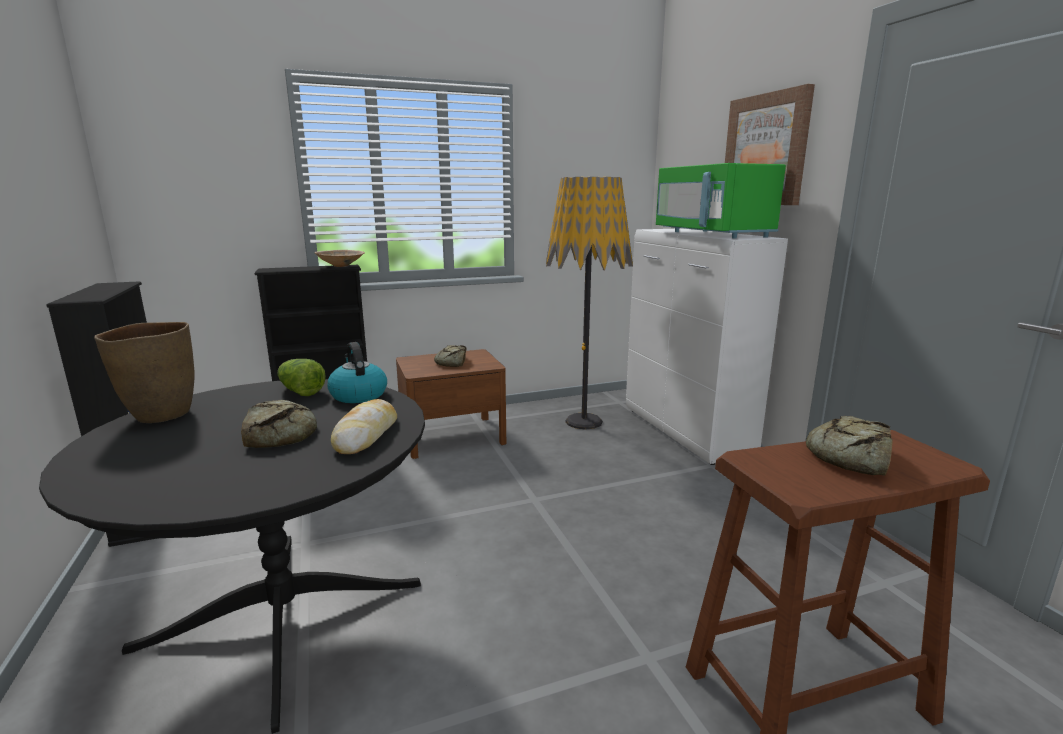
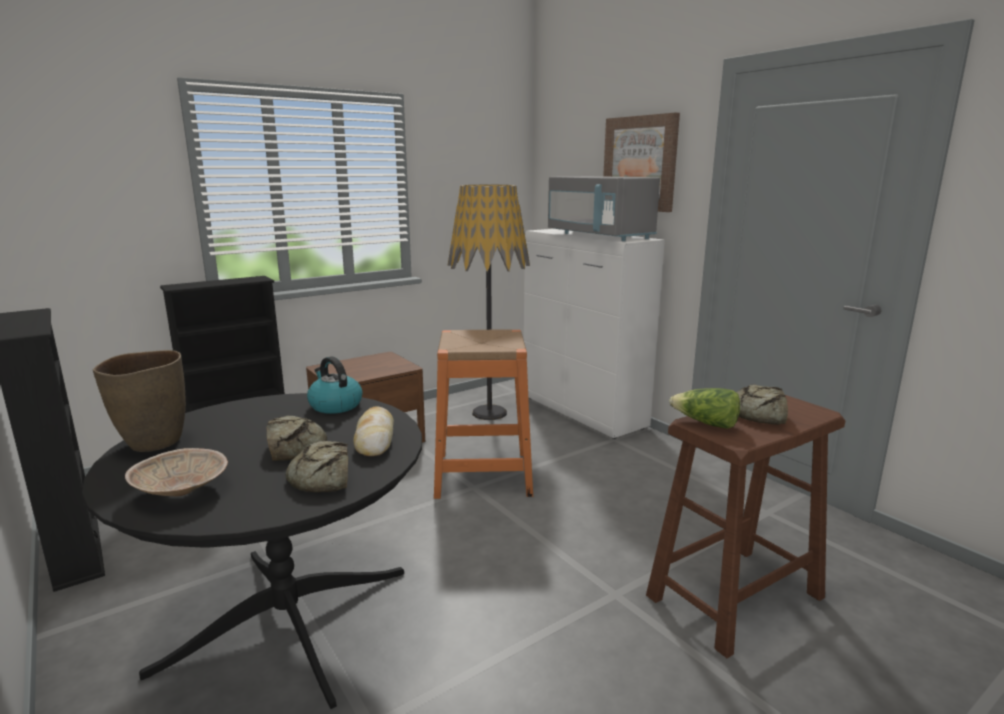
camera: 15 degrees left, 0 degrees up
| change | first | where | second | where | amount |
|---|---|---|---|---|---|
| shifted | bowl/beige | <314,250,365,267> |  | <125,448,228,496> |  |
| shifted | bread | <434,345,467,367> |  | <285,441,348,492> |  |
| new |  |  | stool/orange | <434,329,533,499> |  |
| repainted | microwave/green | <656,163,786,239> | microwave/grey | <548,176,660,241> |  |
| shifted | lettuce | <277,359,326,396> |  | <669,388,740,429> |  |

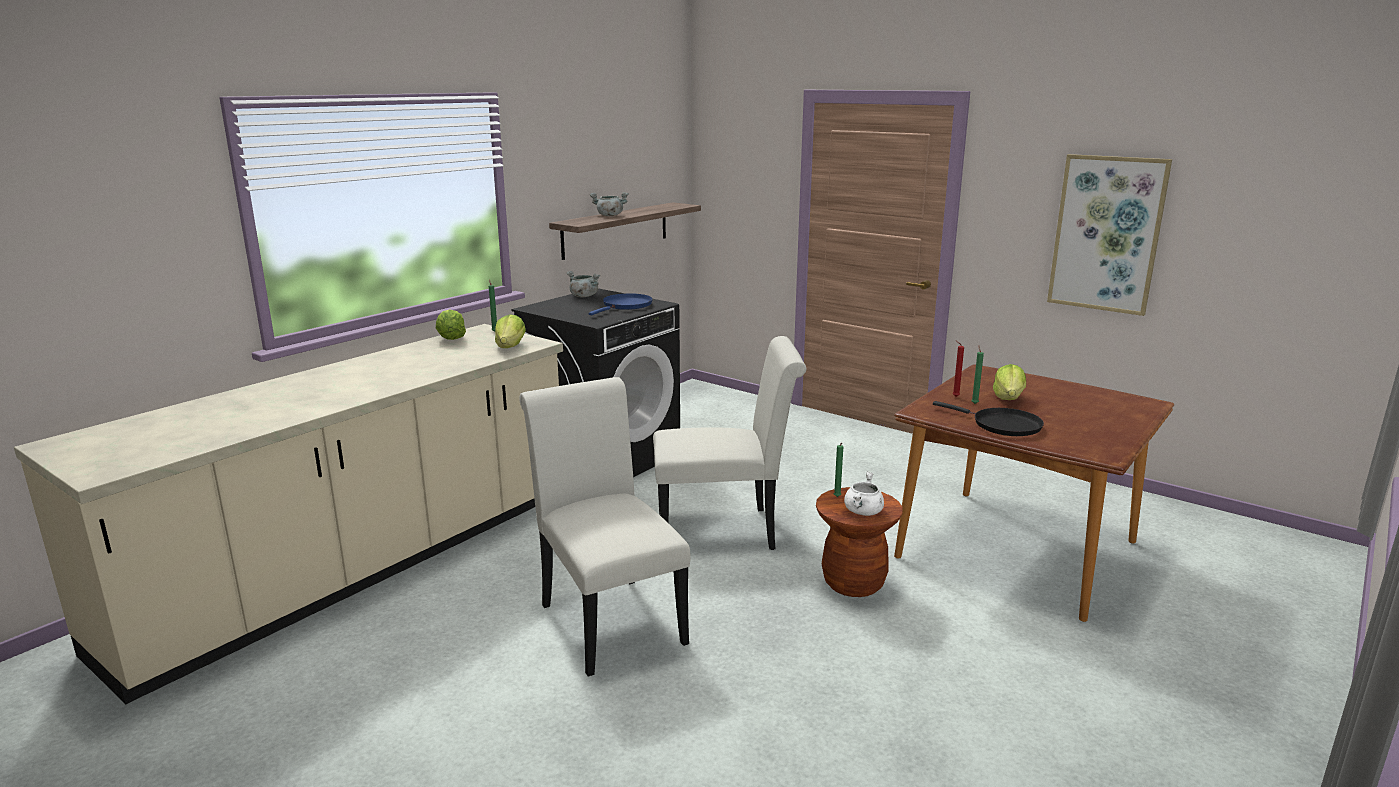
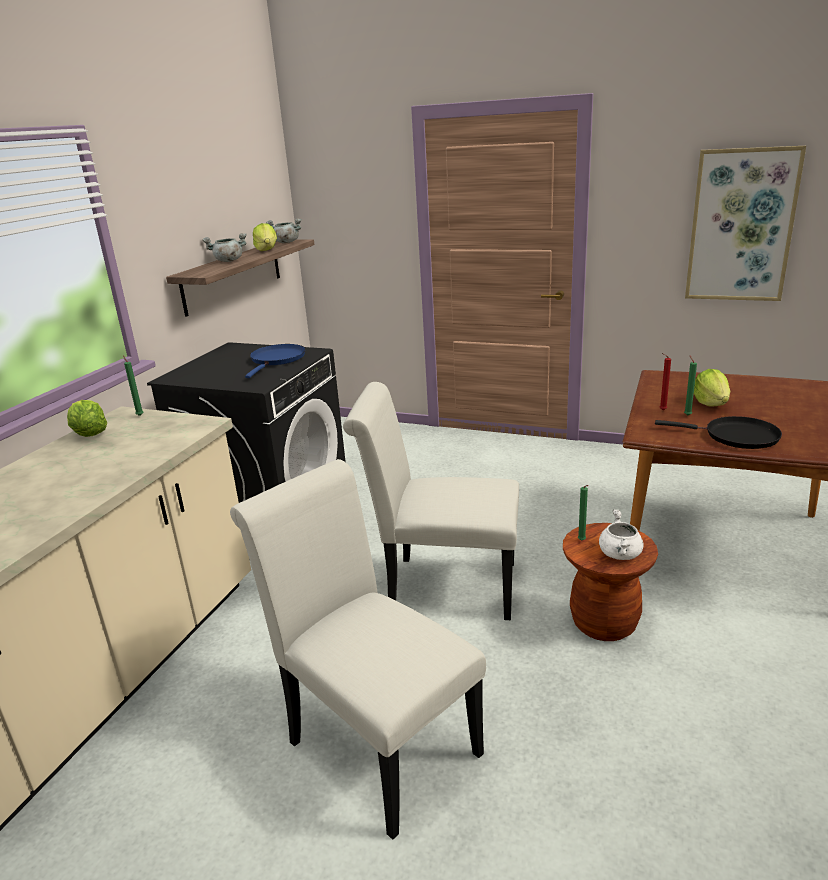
camera: 15 degrees left, 5 degrees up
| change | first | where | second | where | amount |
|---|---|---|---|---|---|
| shifted | lettuce | <495,314,526,348> |  | <253,223,277,251> |  |
| shifted | cooking pot/grey | <567,271,600,297> |  | <266,218,302,243> |  |
| rotated | chair/white | <653,336,806,550> |  | <343,382,519,620> | 150 degrees counterclockwise |

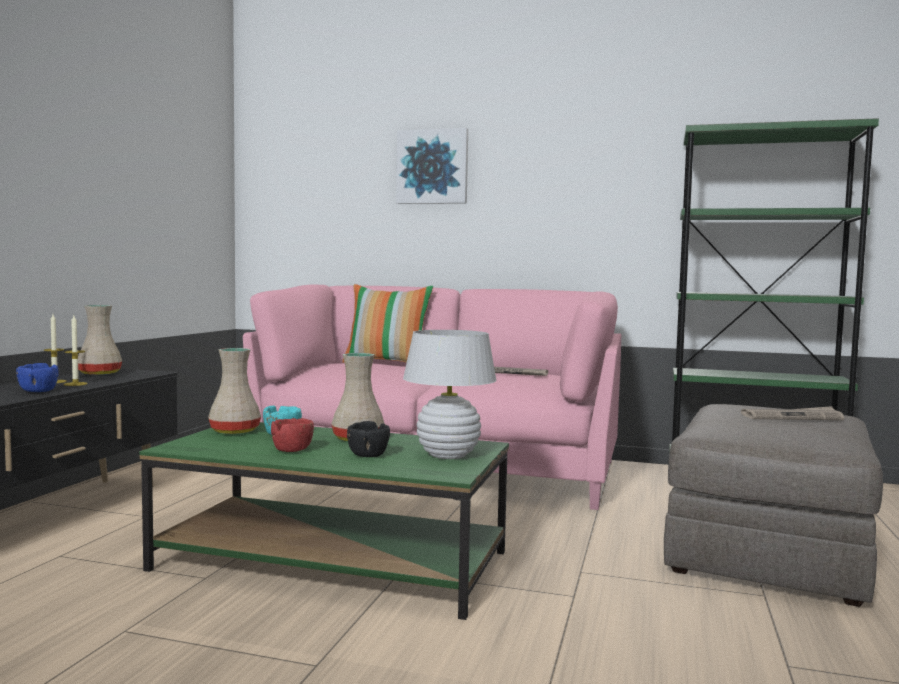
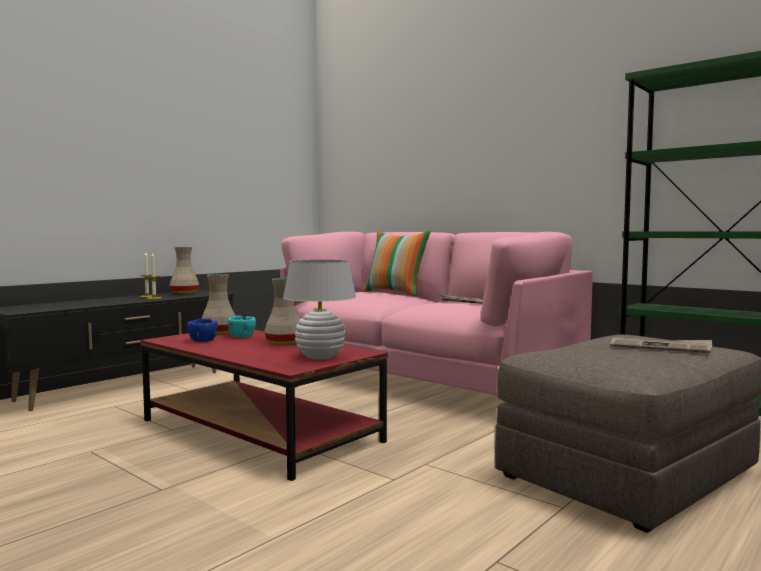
camera: 25 degrees right, 0 degrees up
| change | first | where | second | where | amount |
|---|---|---|---|---|---|
| repainted | coffee table/green | <139,422,509,620> | coffee table/red | <141,330,388,481> |  |
| shifted | bowl/blue | <16,363,59,392> |  | <187,318,218,342> |  |
| gone | bowl/red | <271,418,314,452> |  |  |  |
| gone | bowl/black | <347,421,390,457> |  |  |  |
| gone | picture | <396,128,468,204> |  |  |  |

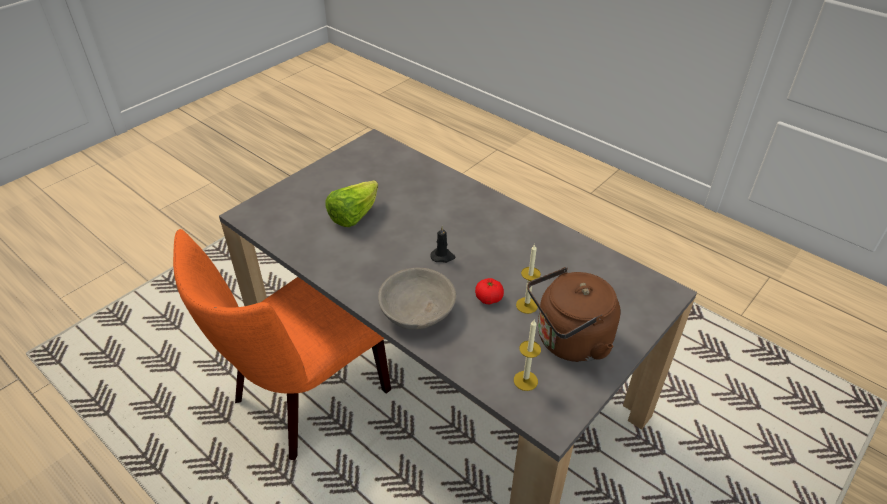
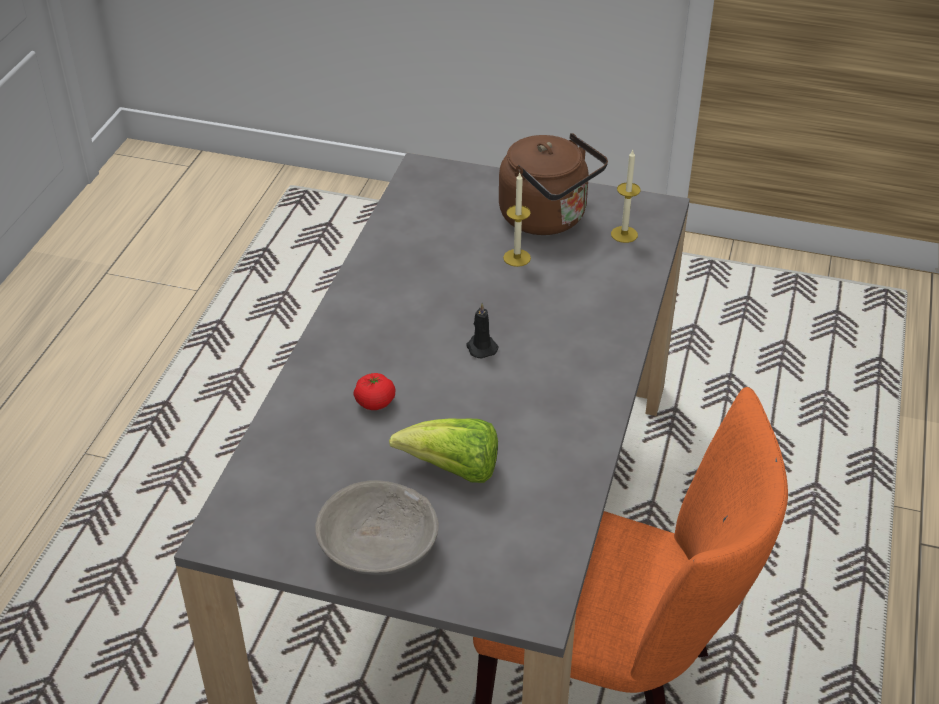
camera: 115 degrees left, 0 degrees up
| change | first | where | second | where | amount |
|---|---|---|---|---|---|
| shifted | bowl/grey | <378,268,456,330> |  | <315,480,439,575> |  |
| shifted | tomato | <475,278,504,304> |  | <353,373,395,410> |  |

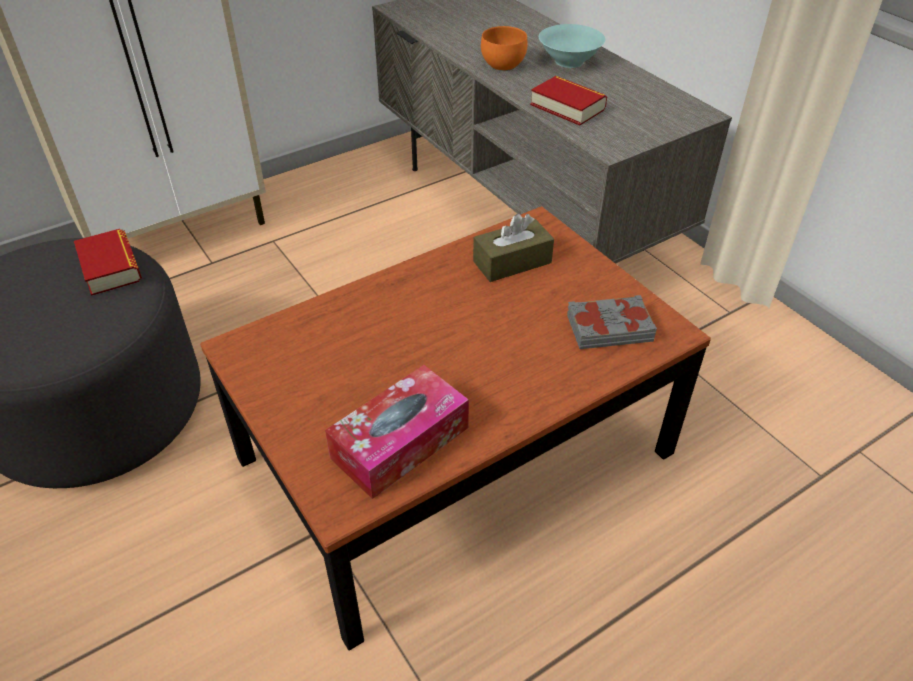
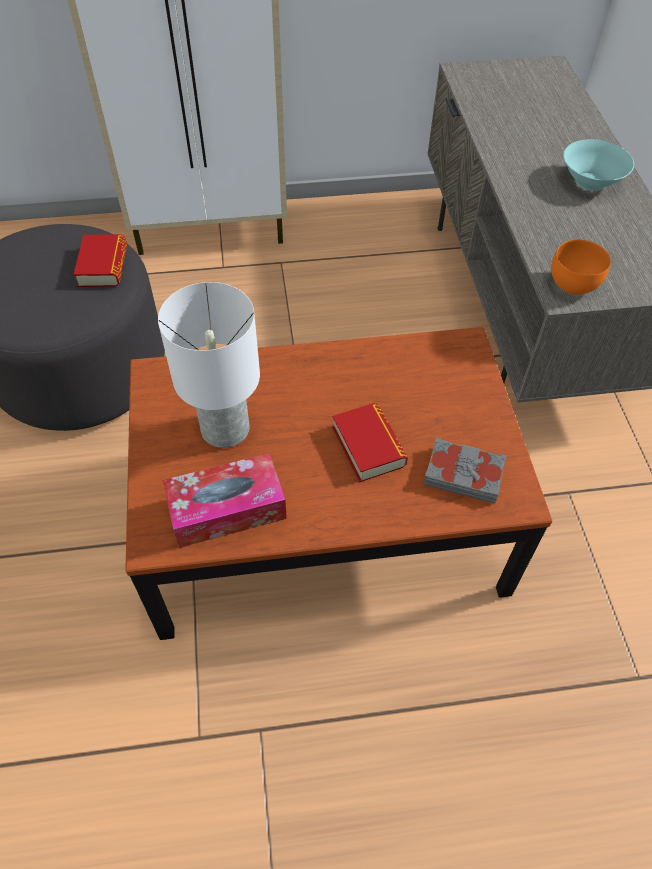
camera: 25 degrees right, 10 degrees up
| change | first | where | second | where | amount |
|---|---|---|---|---|---|
| new |  |  | table lamp/white | <158,282,260,448> |  |
| shifted | book | <530,76,607,126> |  | <332,403,408,482> |  |
| shifted | bowl/orange | <481,26,527,71> |  | <551,239,611,295> |  |
| gone | tissue box/brown | <473,214,554,282> |  |  |  |

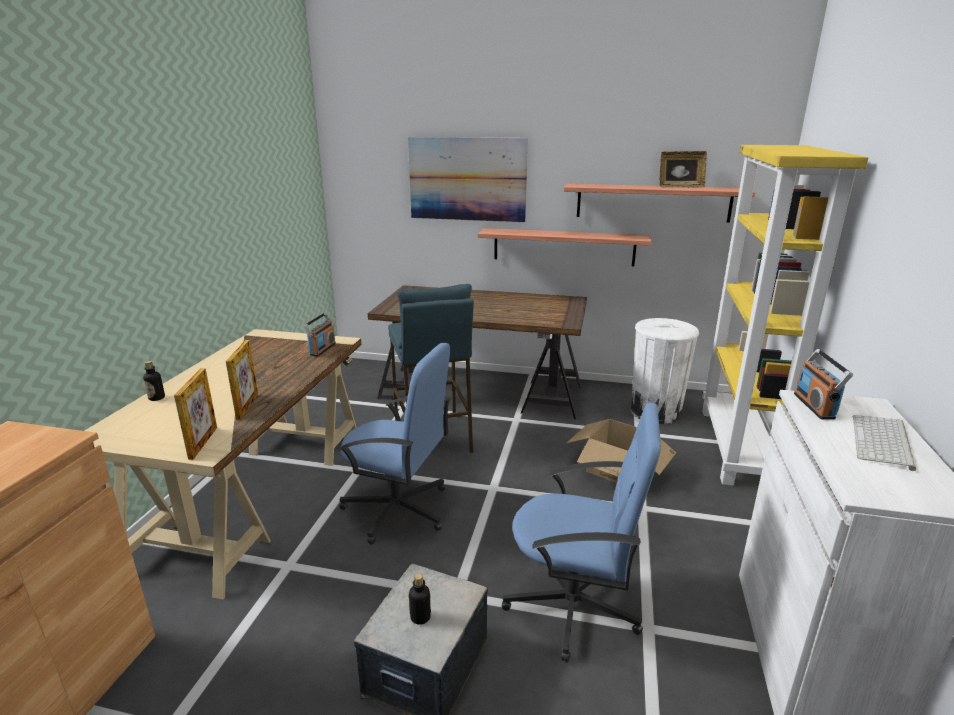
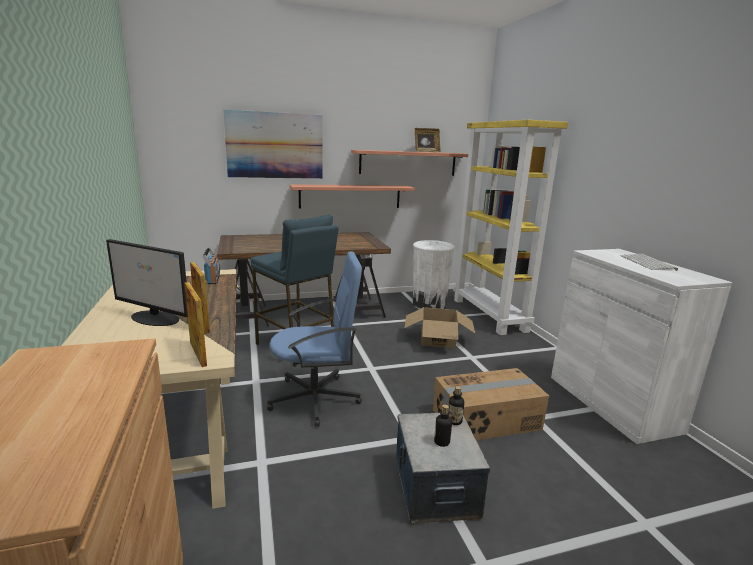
camera: 30 degrees left, 5 degrees down
| change | first | where | second | where | amount |
|---|---|---|---|---|---|
| new |  |  | monitor | <106,239,188,326> |  |
| swapped | office chair/blue | <502,403,661,663> | cardboard box | <433,368,549,440> |  |
| shifted | bottle | <143,361,165,401> |  | <449,386,464,425> |  |
| gone | radio | <794,349,853,420> |  |  |  |

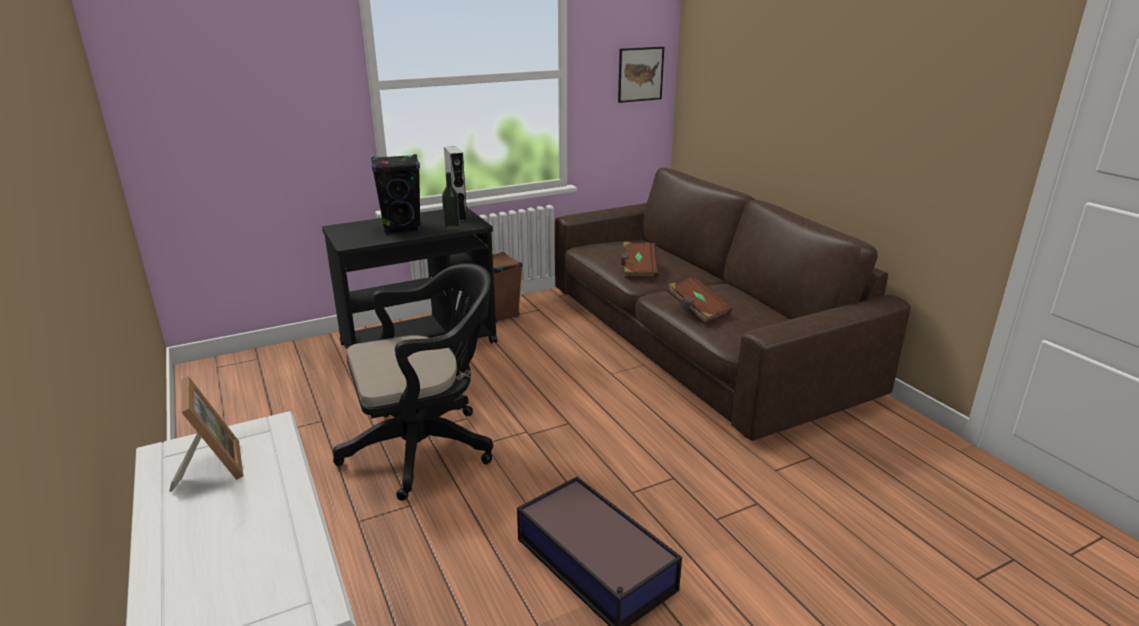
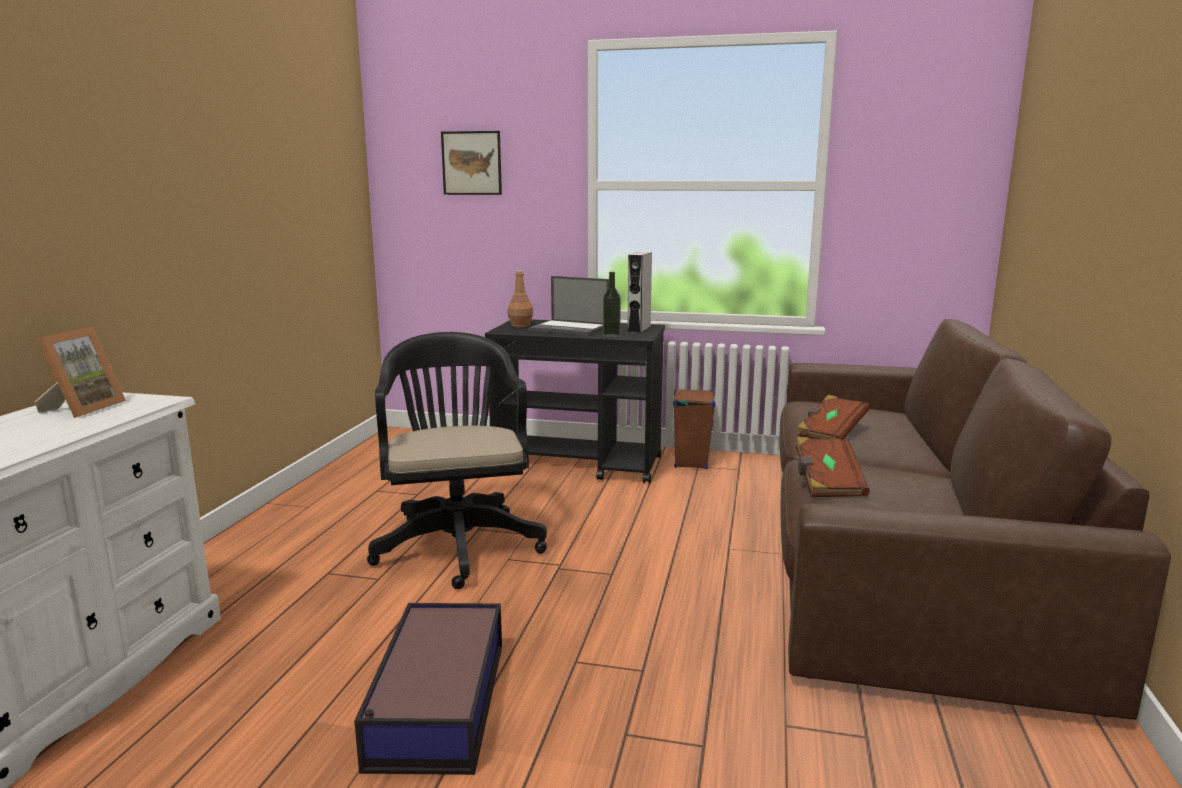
camera: 40 degrees right, 10 degrees down
| change | first | where | second | where | amount |
|---|---|---|---|---|---|
| rotated | office chair/black | <333,263,493,501> |  | <367,332,547,589> | 120 degrees counterclockwise |
| shifted | picture | <618,47,664,103> |  | <441,131,502,195> |  |
| new |  |  | bottle/brown | <508,270,533,327> |  |
| swapped | speaker/black | <371,154,421,234> | laptop | <528,276,609,336> |  |

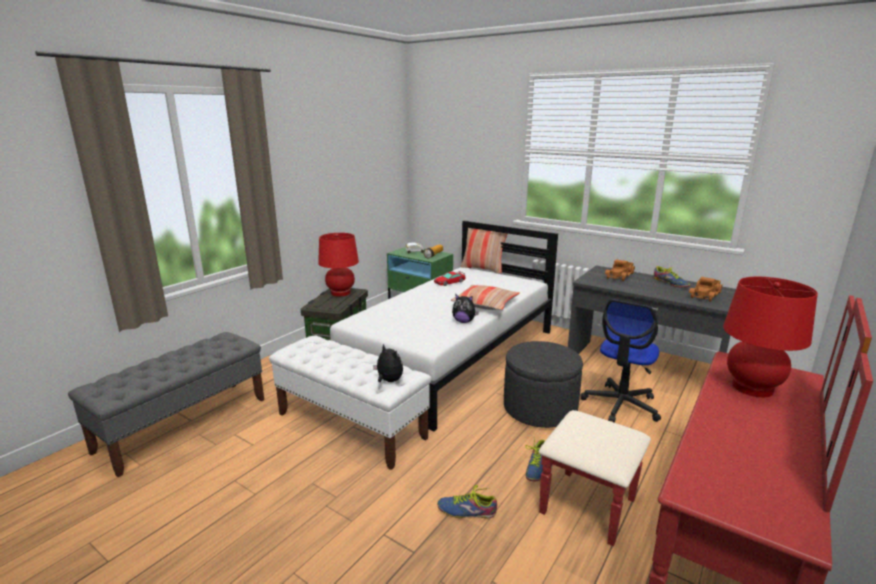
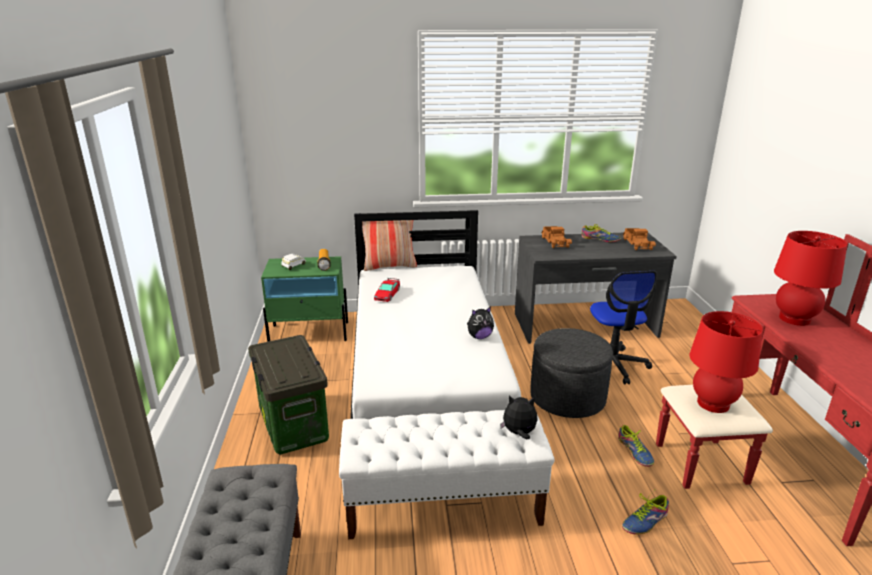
camera: 40 degrees left, 5 degrees up
| change | first | where | second | where | amount |
|---|---|---|---|---|---|
| shifted | table lamp/red | <318,233,359,296> |  | <690,311,763,413> |  |
| gone | pillow | <451,285,520,310> |  |  |  |

